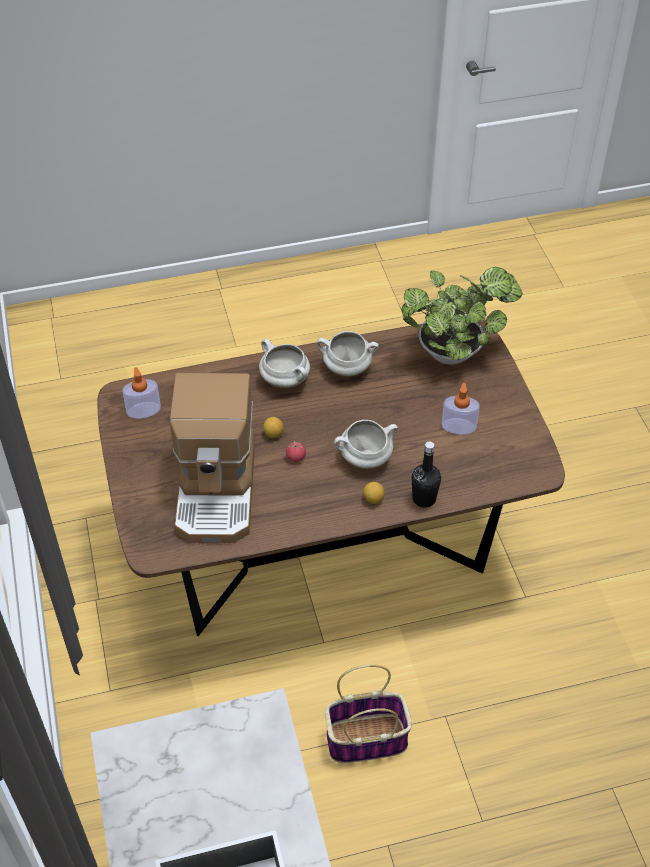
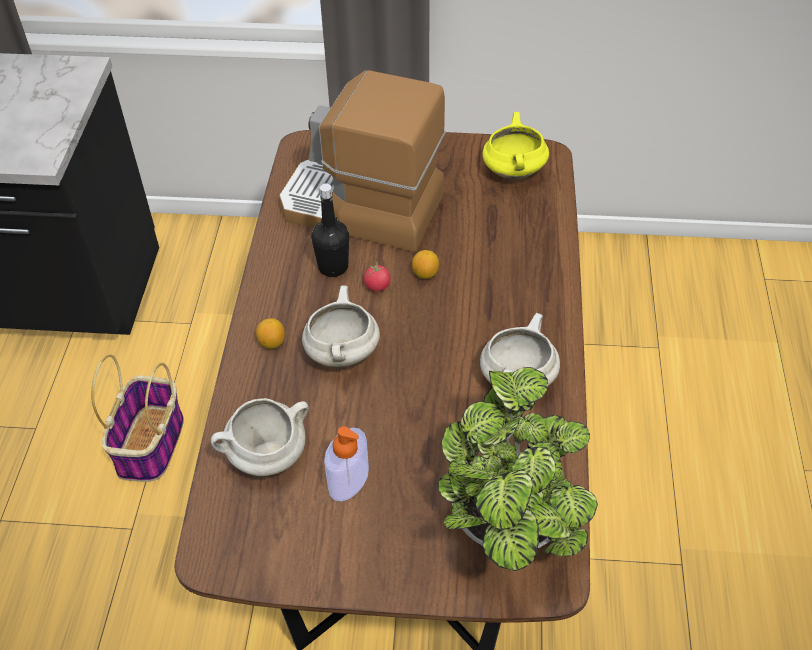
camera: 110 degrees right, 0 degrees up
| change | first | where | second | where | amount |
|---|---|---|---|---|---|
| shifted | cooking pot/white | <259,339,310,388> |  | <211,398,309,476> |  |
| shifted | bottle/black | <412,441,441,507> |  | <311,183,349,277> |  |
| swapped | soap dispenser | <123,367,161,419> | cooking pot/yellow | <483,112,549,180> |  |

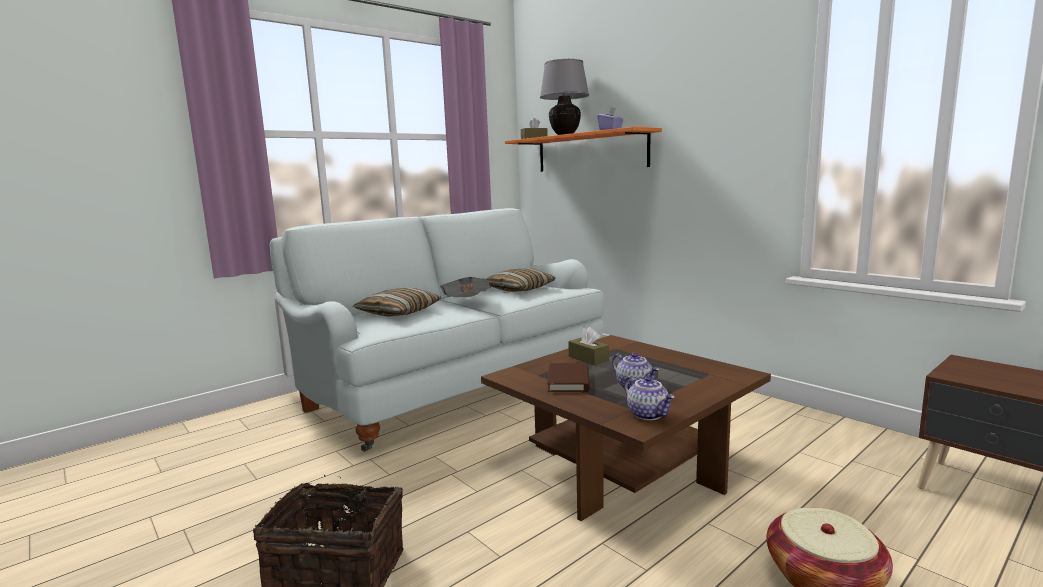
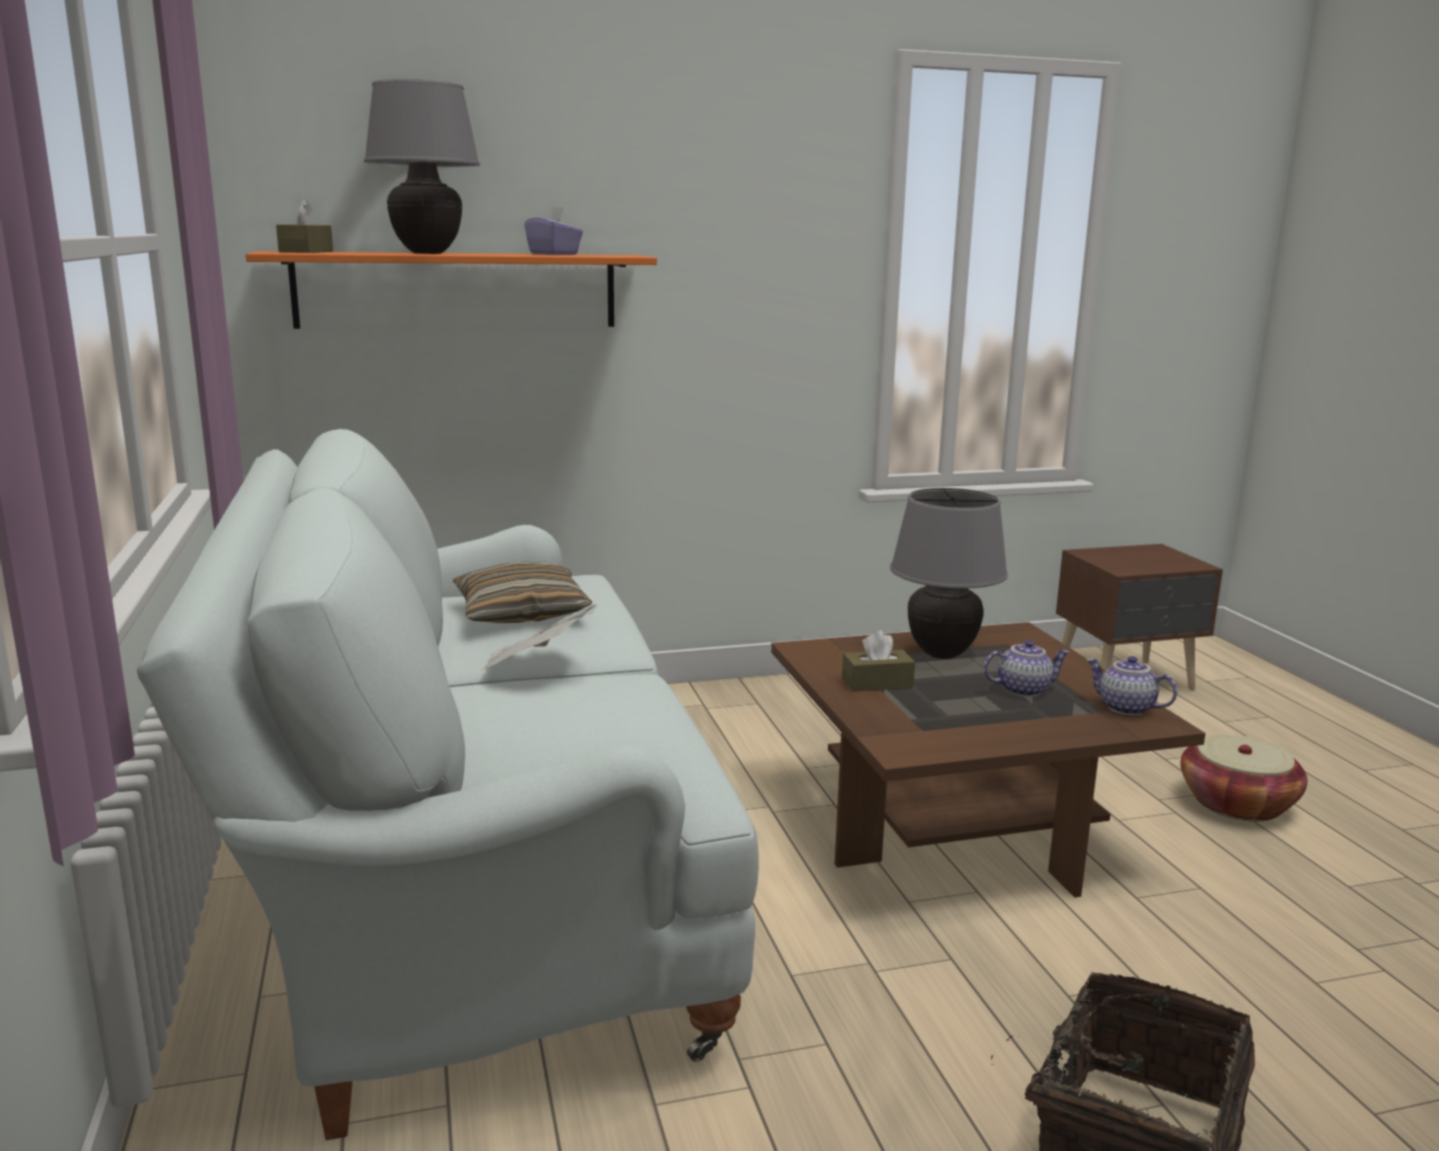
camera: 65 degrees left, 5 degrees up
| change | first | where | second | where | amount |
|---|---|---|---|---|---|
| new |  |  | table lamp/grey | <890,488,1008,659> |  |
| rotated | teapot | <624,376,675,420> |  | <1086,656,1177,715> | 135 degrees counterclockwise |
| gone | pillow | <353,288,441,316> |  |  |  |
| gone | book/brown | <547,363,590,393> |  |  |  |

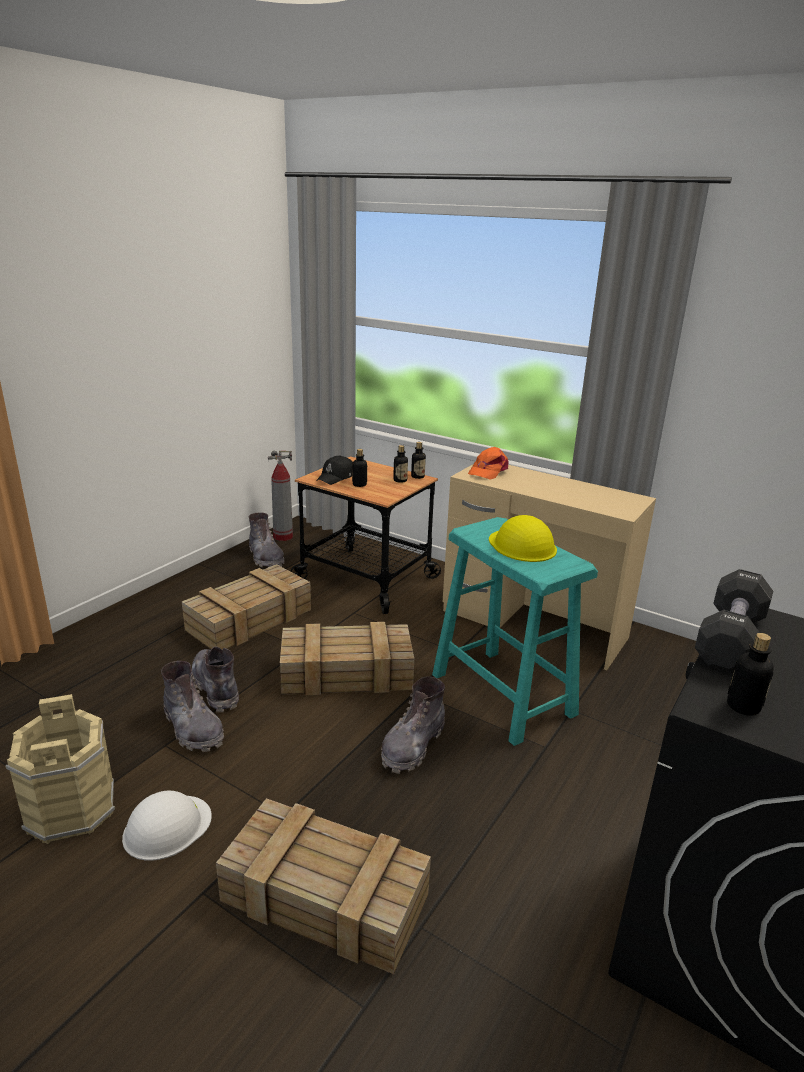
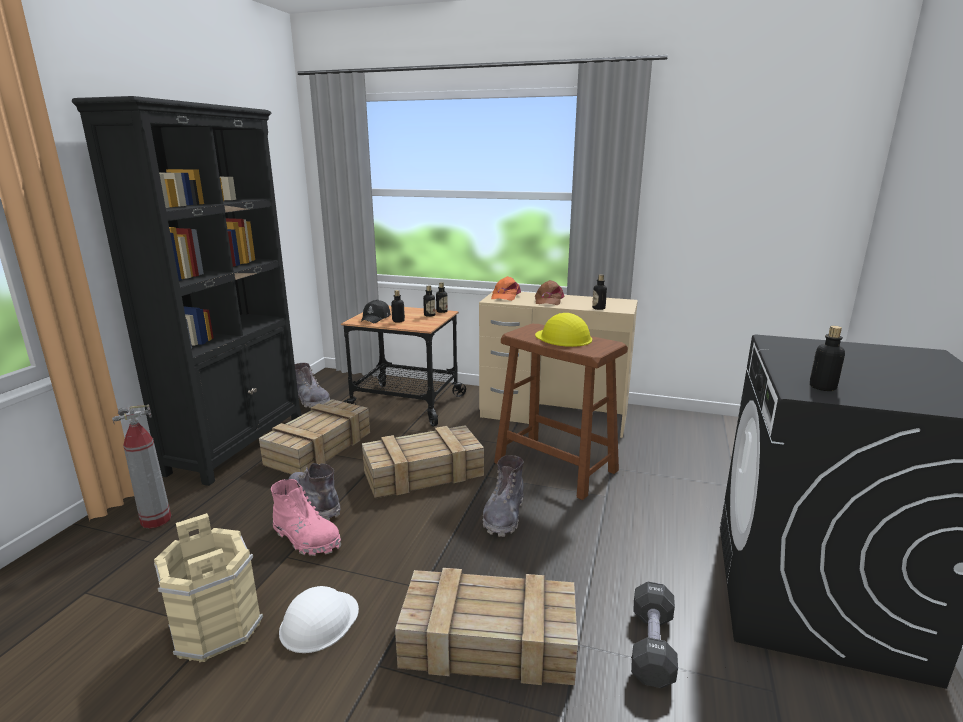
camera: 15 degrees left, 5 degrees down
| change | first | where | second | where | amount |
|---|---|---|---|---|---|
| new |  |  | bookcase/black | <72,96,301,486> |  |
| shifted | fire extinguisher | <268,451,293,541> |  | <112,405,171,529> |  |
| repainted | boot/grey | <161,661,224,752> | boot/pink | <271,479,341,556> |  |
| repainted | stool/turquoise | <432,517,598,746> | stool/brown | <494,324,628,500> |  |
| new |  |  | cap/brown | <535,280,565,305> |  |
| new |  |  | bottle | <592,274,607,310> |  |
| shifted | dumbbell/black | <695,569,774,673> |  | <631,582,678,688> |  |

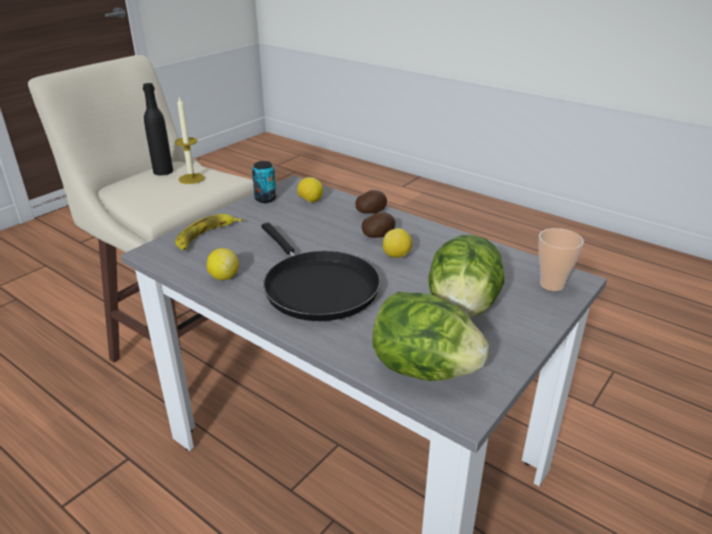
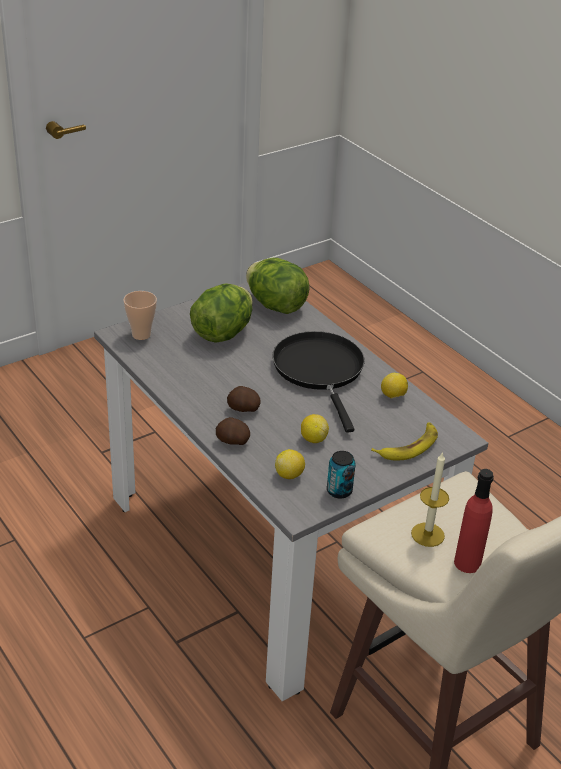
camera: 165 degrees left, 5 degrees up
| change | first | where | second | where | amount |
|---|---|---|---|---|---|
| shifted | lemon | <383,228,412,258> |  | <301,414,329,443> |  |
| repainted | bottle/black | <143,83,173,175> | bottle/red | <454,469,494,573> |  |

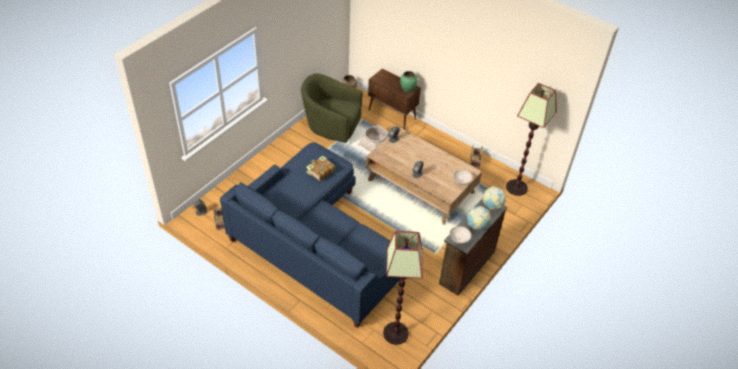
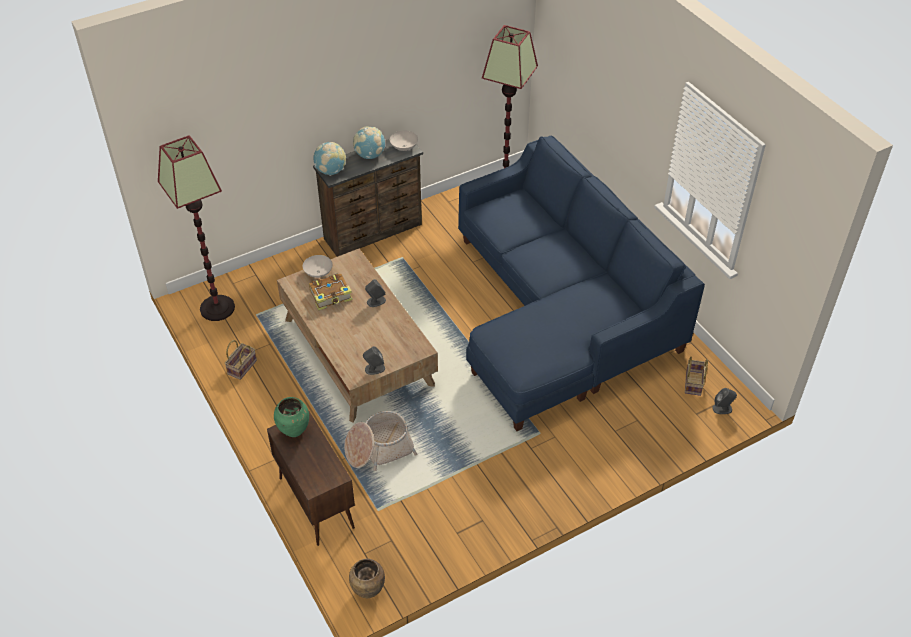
camera: 155 degrees left, 0 degrees up
| change | first | where | second | where | amount |
|---|---|---|---|---|---|
| shifted | book | <306,156,335,181> |  | <309,274,353,310> |  |
| gone | armchair/green | <301,74,363,143> |  |  |  |

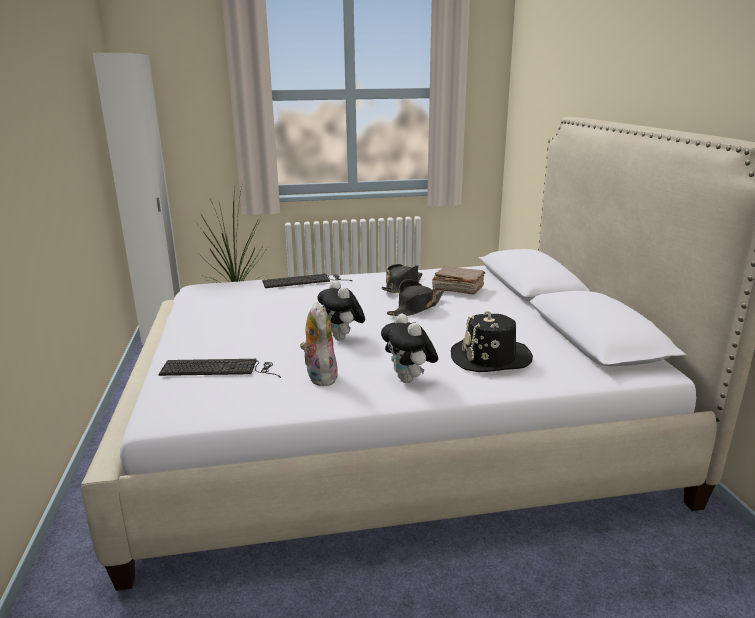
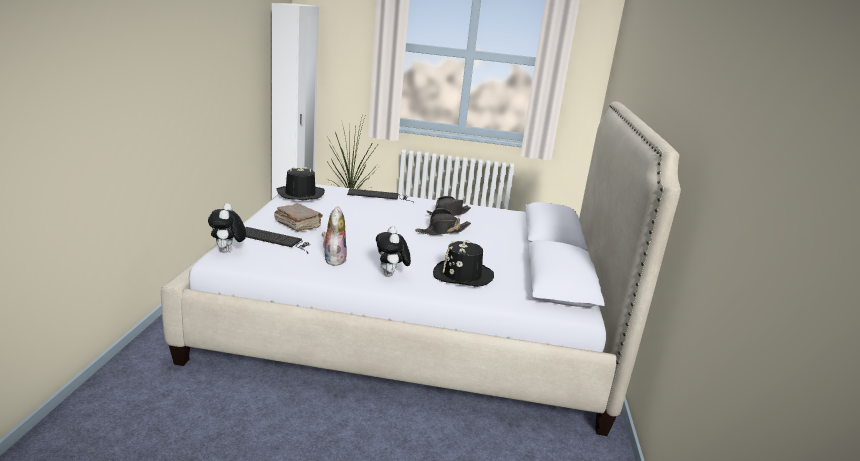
camera: 15 degrees right, 0 degrees up
| change | first | where | second | where | amount |
|---|---|---|---|---|---|
| shifted | plush toy | <317,280,365,341> |  | <208,203,246,252> |  |
| shifted | book/brown | <432,266,485,294> |  | <274,203,323,232> |  |
| new |  |  | hat/black | <277,166,325,200> |  |

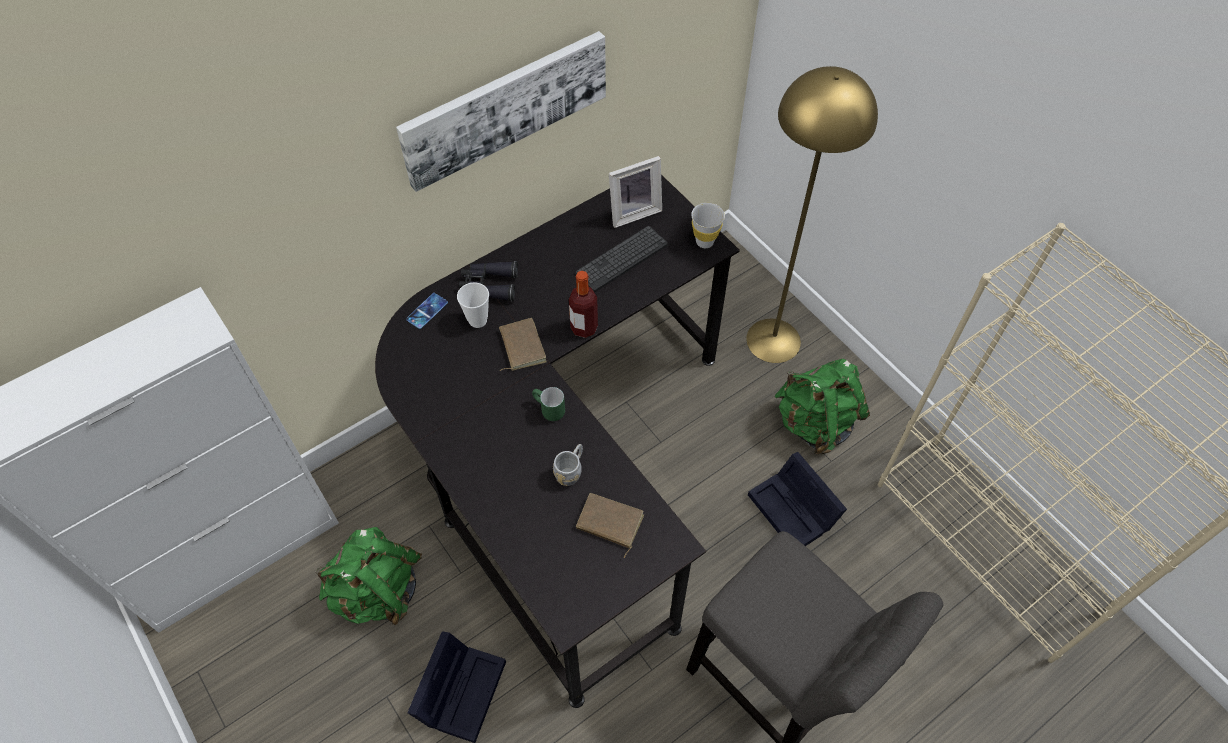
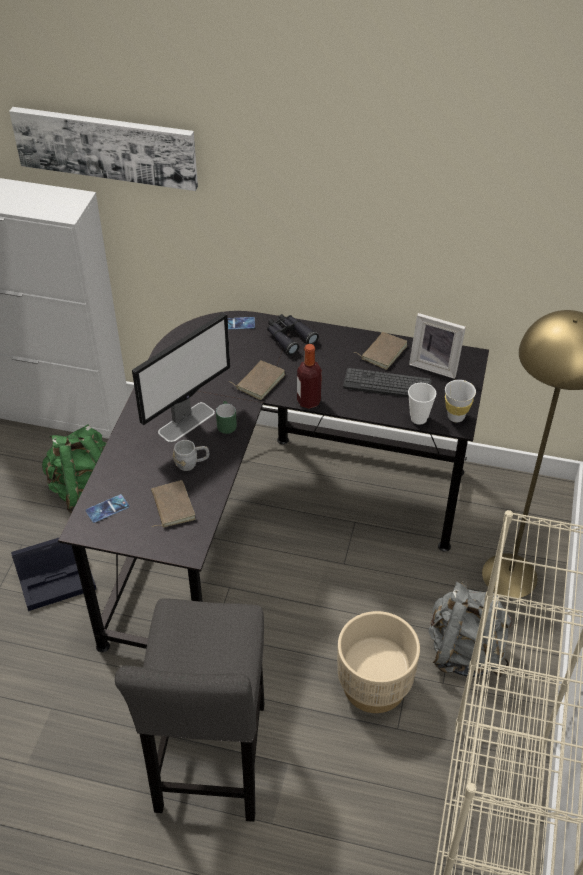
camera: 50 degrees right, 10 degrees down
| change | first | where | second | where | amount |
|---|---|---|---|---|---|
| shifted | picture | <396,31,606,192> |  | <9,107,198,191> |  |
| new |  |  | phone | <86,494,129,523> |  |
| new |  |  | monitor | <132,313,230,442> |  |
| swapped | storage box/black | <748,452,847,546> | planter/beige | <337,611,420,713> |  |
| new |  |  | book/brown | <354,332,407,370> |  |
| shifted | cup | <457,282,489,328> |  | <408,383,436,425> |  |
| repainted | backpack/green | <775,359,870,454> | backpack/grey | <428,581,512,677> |  |

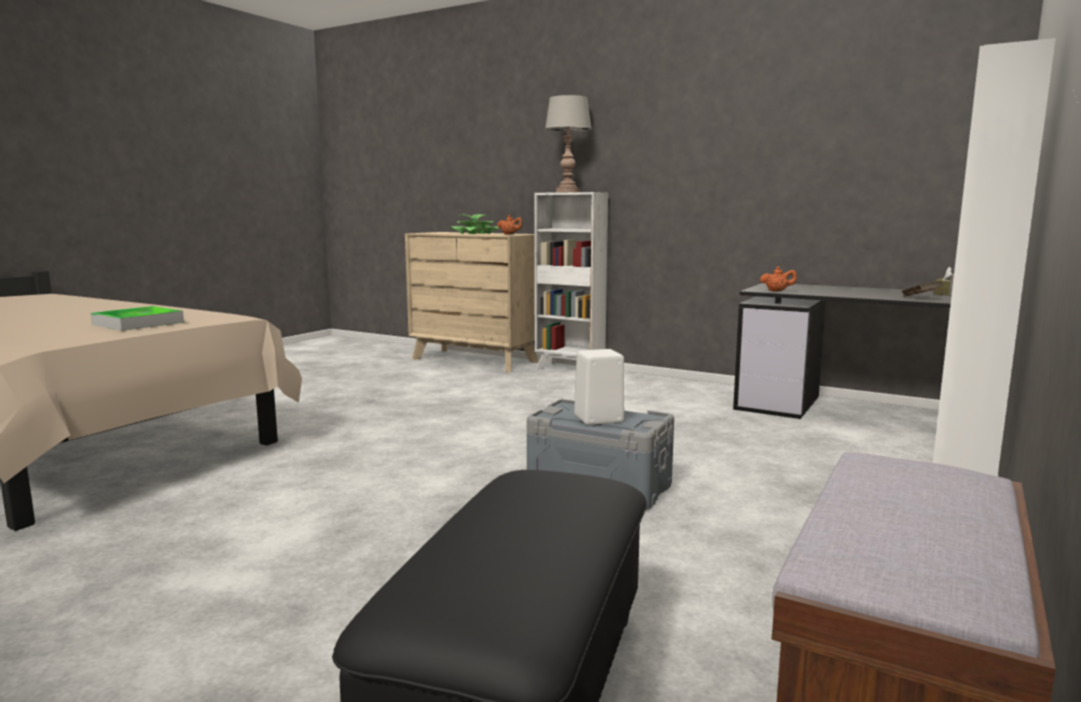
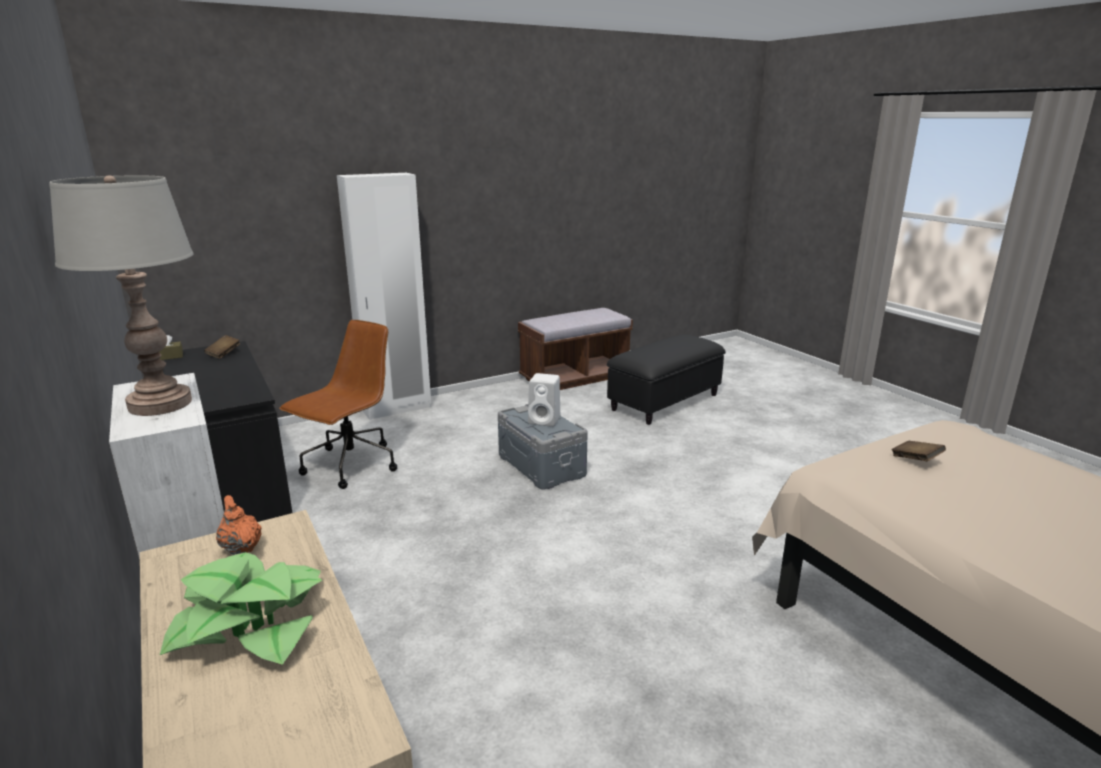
camera: 150 degrees left, 10 degrees up
| change | first | where | second | where | amount |
|---|---|---|---|---|---|
| new |  |  | office chair/brown | <279,320,397,489> |  |
| swapped | tray | <91,306,184,331> | book/brown | <892,441,946,461> |  |
| gone | teapot/orange | <760,267,797,292> |  |  |  |

